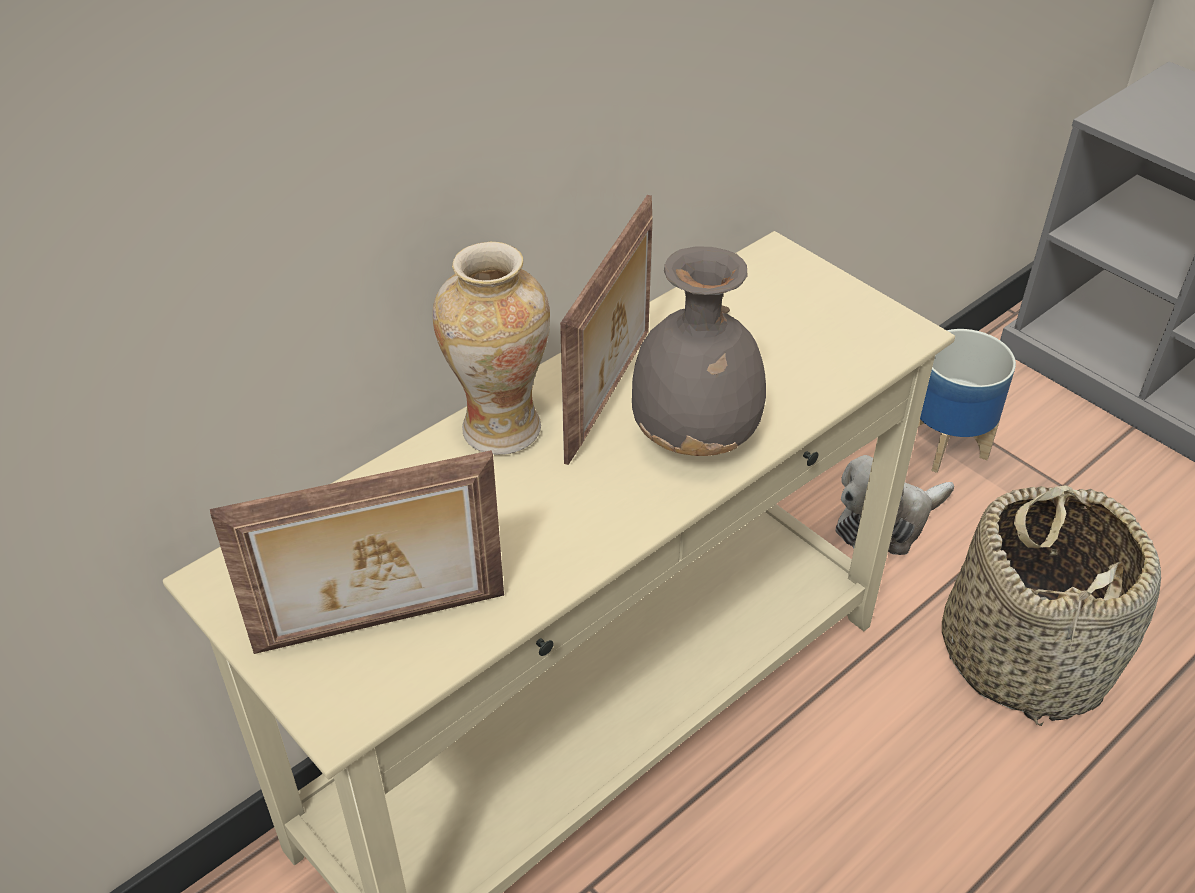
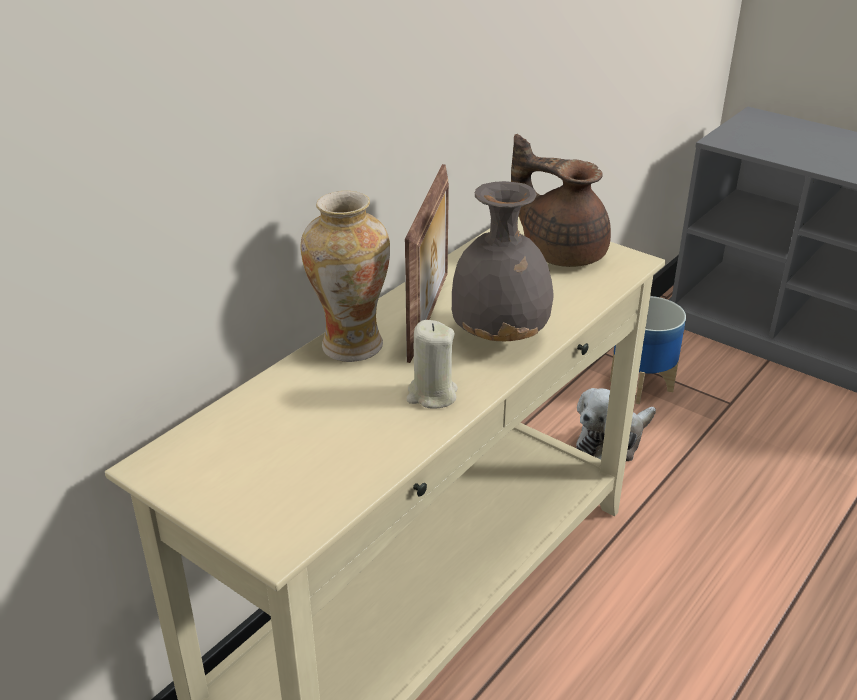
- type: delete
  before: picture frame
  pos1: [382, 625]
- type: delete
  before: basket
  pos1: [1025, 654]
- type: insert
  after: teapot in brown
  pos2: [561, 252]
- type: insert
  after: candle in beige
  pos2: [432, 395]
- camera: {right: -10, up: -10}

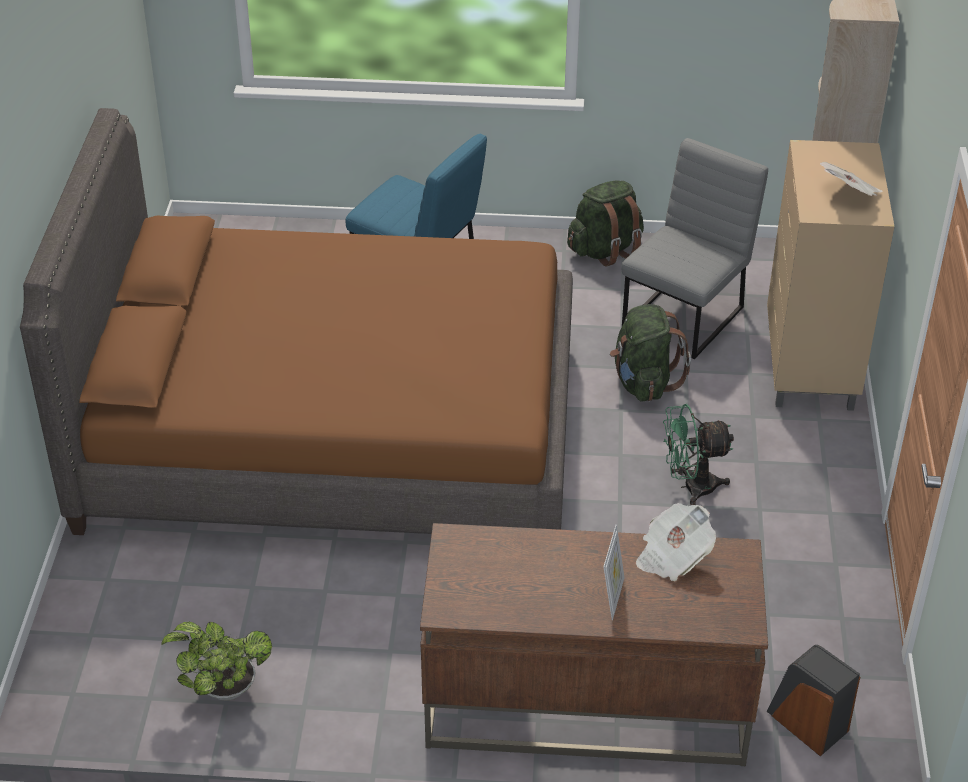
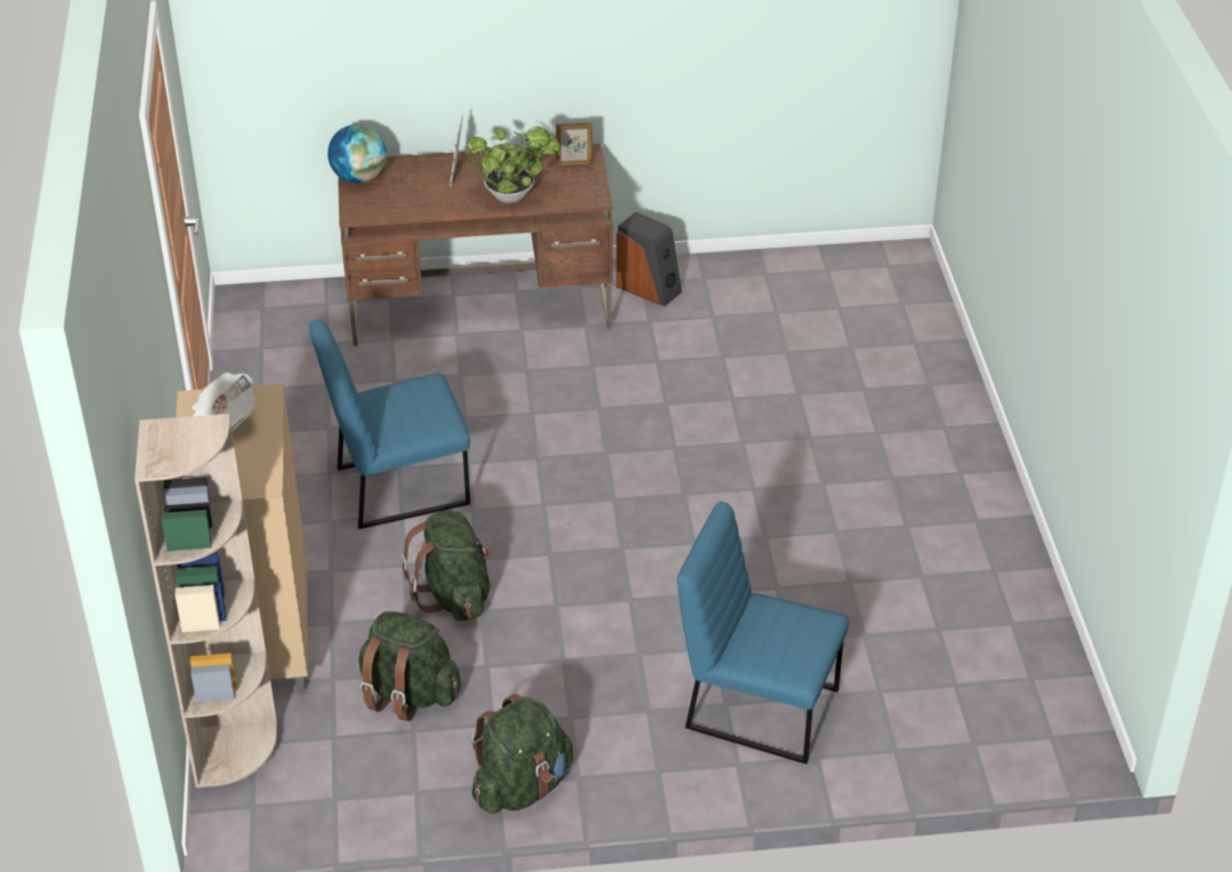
- type: delete
  before: bed in brown
  pos1: [331, 433]
- type: replace
  before: chair in grey
  after: backpack in green
  pos1: [685, 316]
  pos2: [409, 694]
- type: replace
  before: fan in green
  after: chair in blue
  pos1: [690, 487]
  pos2: [398, 486]
- type: delete
  before: newspaper
  pos1: [672, 556]
- type: move
  before: potted plant
  pos1: [223, 689]
  pos2: [514, 196]
- type: move
  before: speaker
  pos1: [807, 723]
  pos2: [649, 288]
- type: insert
  after: picture frame
  pos2: [574, 165]
- type: insert
  after: globe
  pos2: [359, 178]
- camera: {right: 170, up: 0}

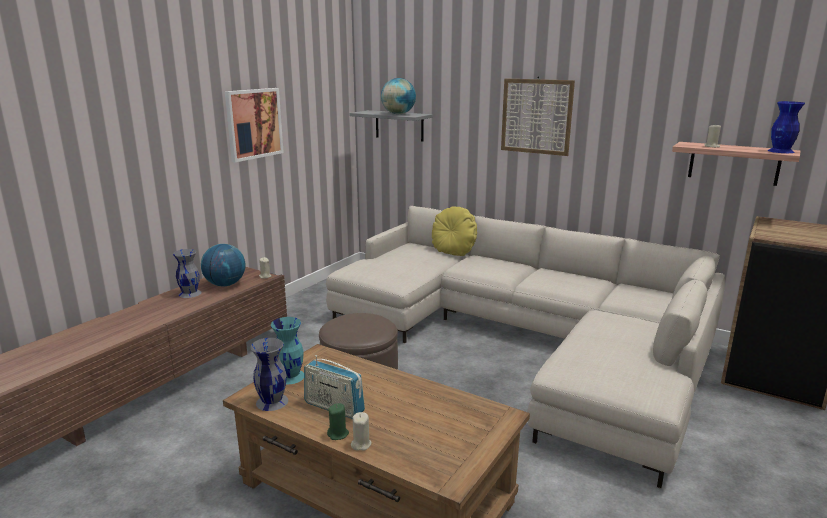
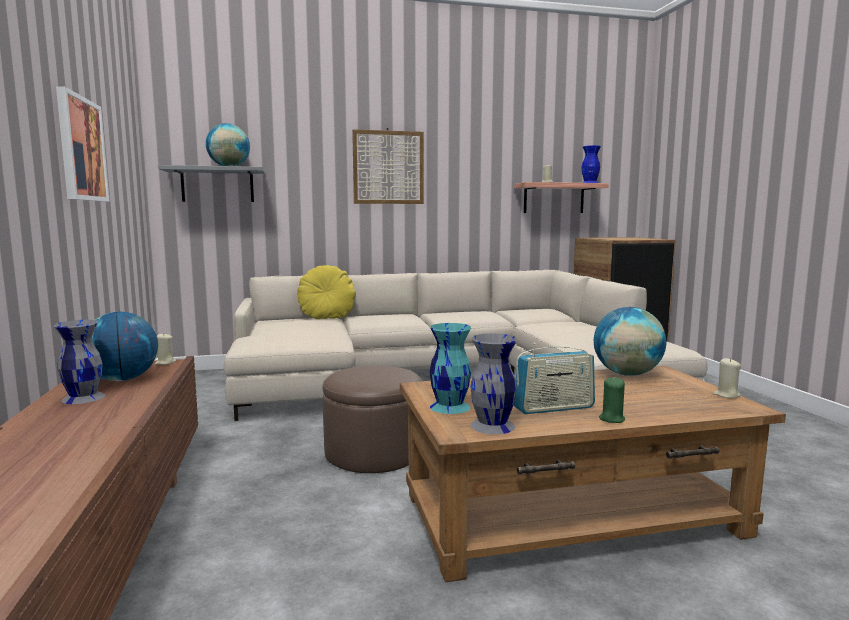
- type: move
  before: candle in beige
  pos1: [361, 444]
  pos2: [726, 395]
- type: insert
  after: globe
  pos2: [627, 374]
- camera: {right: -45, up: -10}

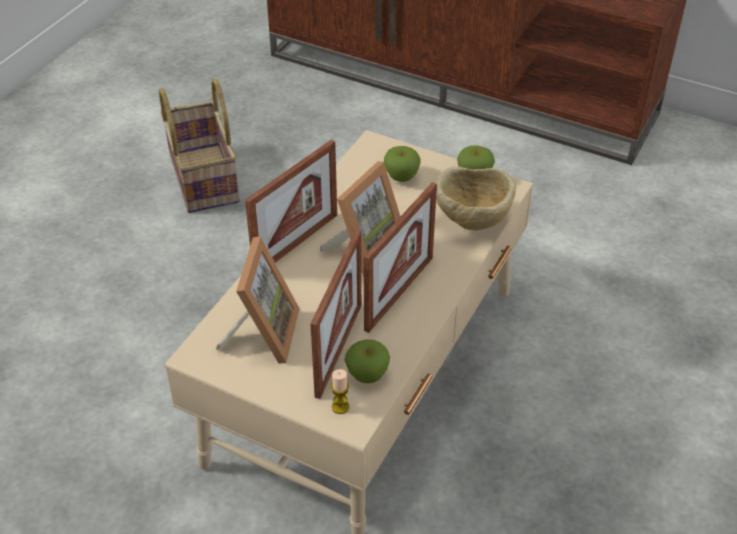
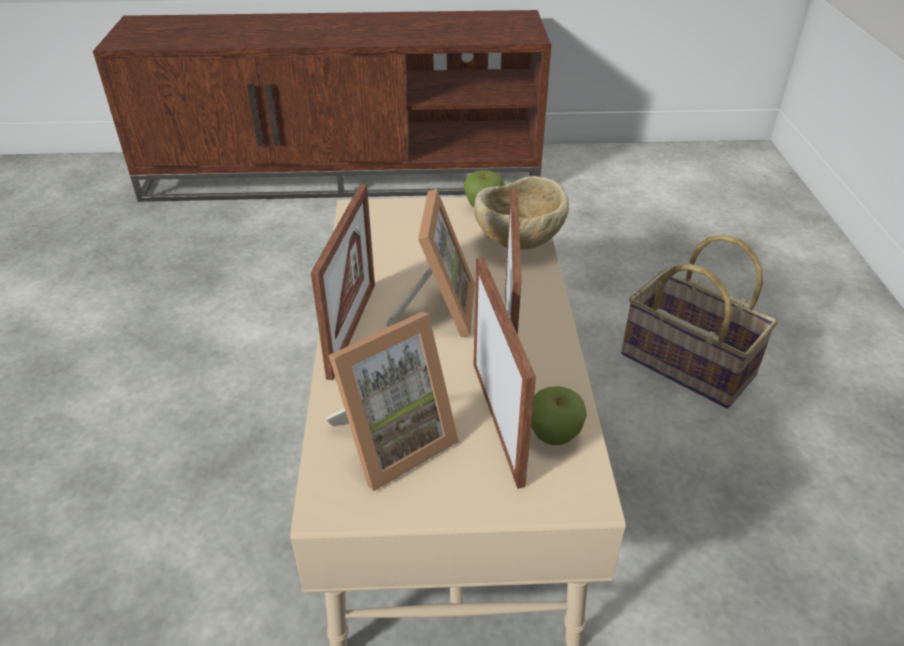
- type: move
  before: basket
  pos1: [202, 178]
  pos2: [685, 365]
- type: delete
  before: apple
  pos1: [401, 177]
- type: rotate
  before: picture frame
  pos1: [262, 334]
  pos2: [392, 441]
  turn: 75
- type: delete
  before: candle
  pos1: [340, 407]
- camera: {right: -30, up: -5}

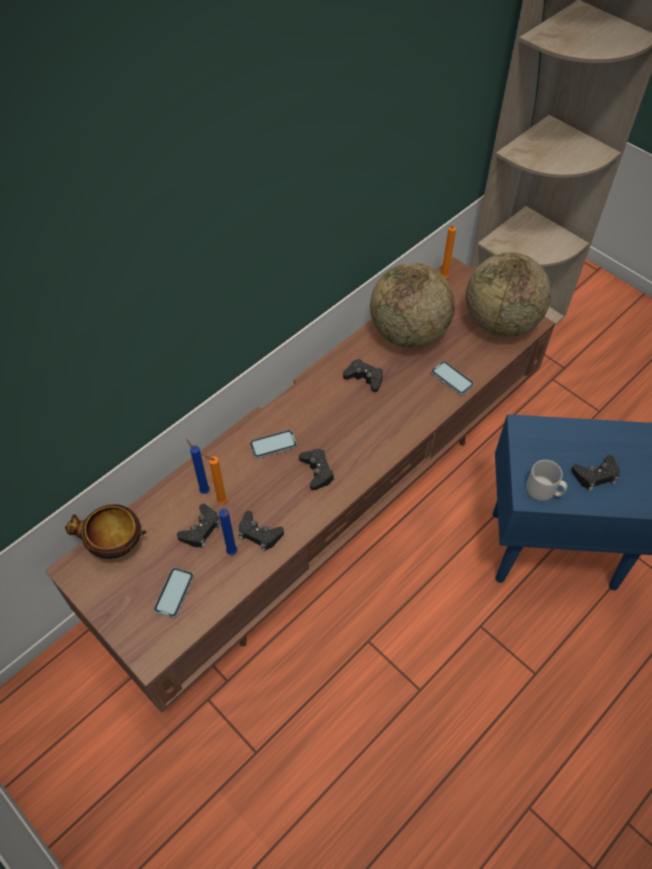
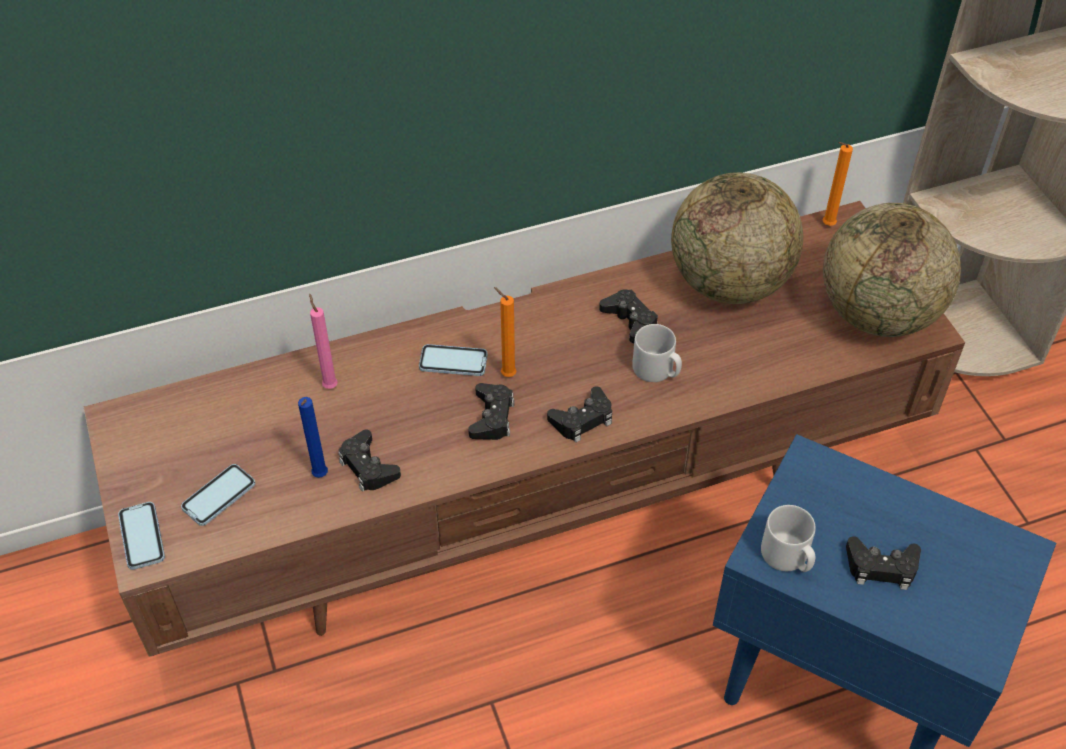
- type: move
  before: phone
  pos1: [452, 379]
  pos2: [142, 537]
- type: recolor
  before: candle in blue
  after: candle in pink
  pos1: [203, 490]
  pos2: [329, 385]
- type: move
  before: candle in orange
  pos1: [220, 501]
  pos2: [506, 374]
- type: delete
  before: bowl
  pos1: [115, 546]
- type: move
  before: game controller in black
  pos1: [201, 529]
  pos2: [582, 419]
- type: insert
  after: mug in grey
  pos2: [657, 370]
- camera: {right: 25, up: -5}

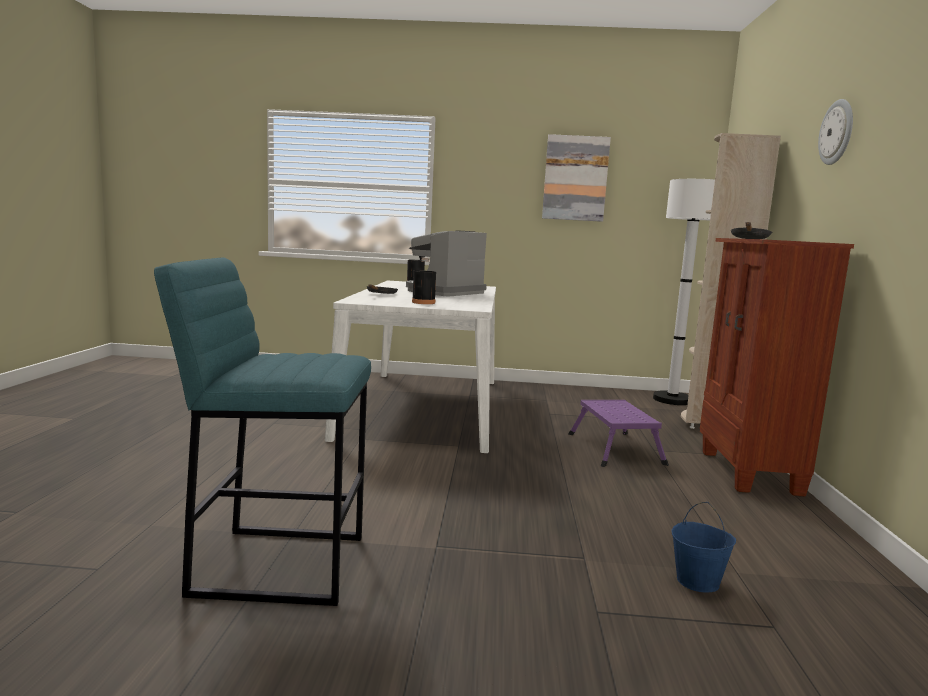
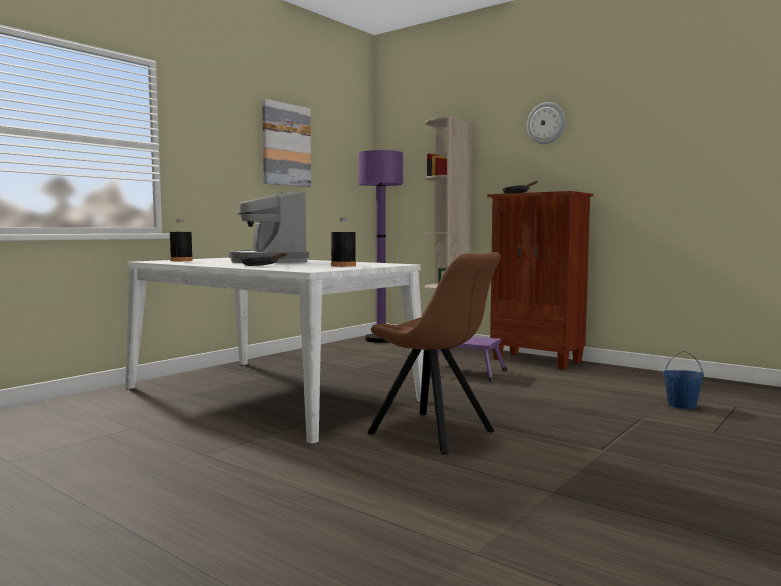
- type: recolor
  before: floor lamp in white
  after: floor lamp in purple
  pos1: [672, 400]
  pos2: [381, 339]
- type: delete
  before: stool in turquoise
  pos1: [275, 564]
- type: insert
  after: chair in brown
  pos2: [432, 432]
- camera: {right: -55, up: -5}

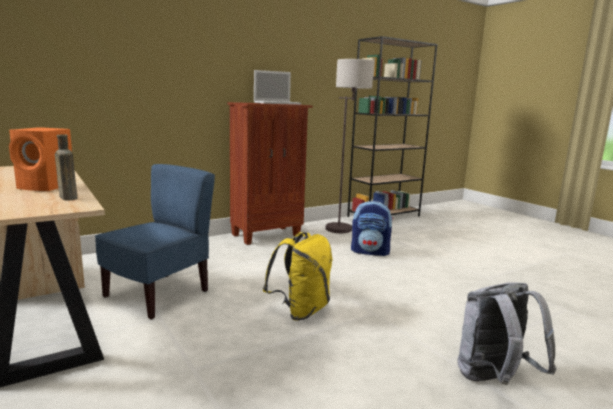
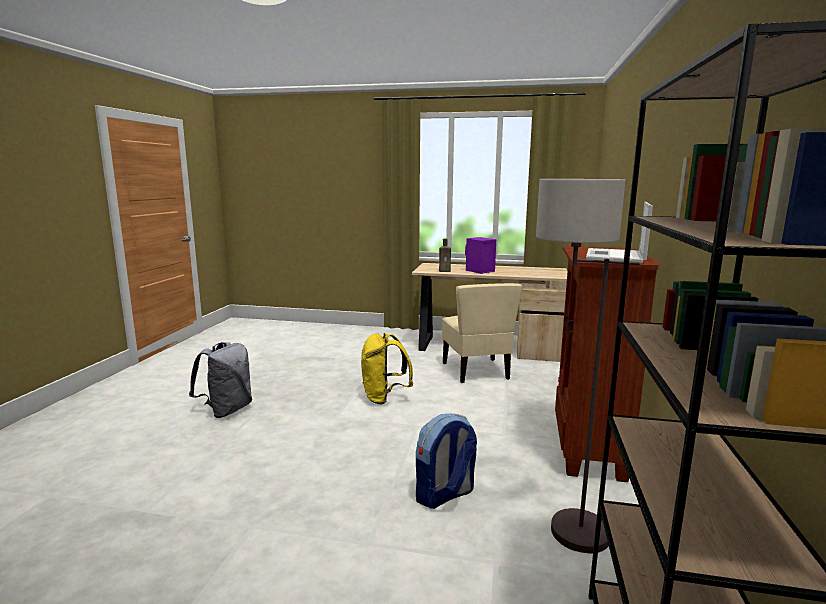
- type: recolor
  before: speaker in orange
  after: speaker in purple
  pos1: [47, 187]
  pos2: [479, 271]
- type: recolor
  before: chair in blue
  after: chair in beige
  pos1: [158, 294]
  pos2: [476, 371]
- camera: {right: 135, up: 0}

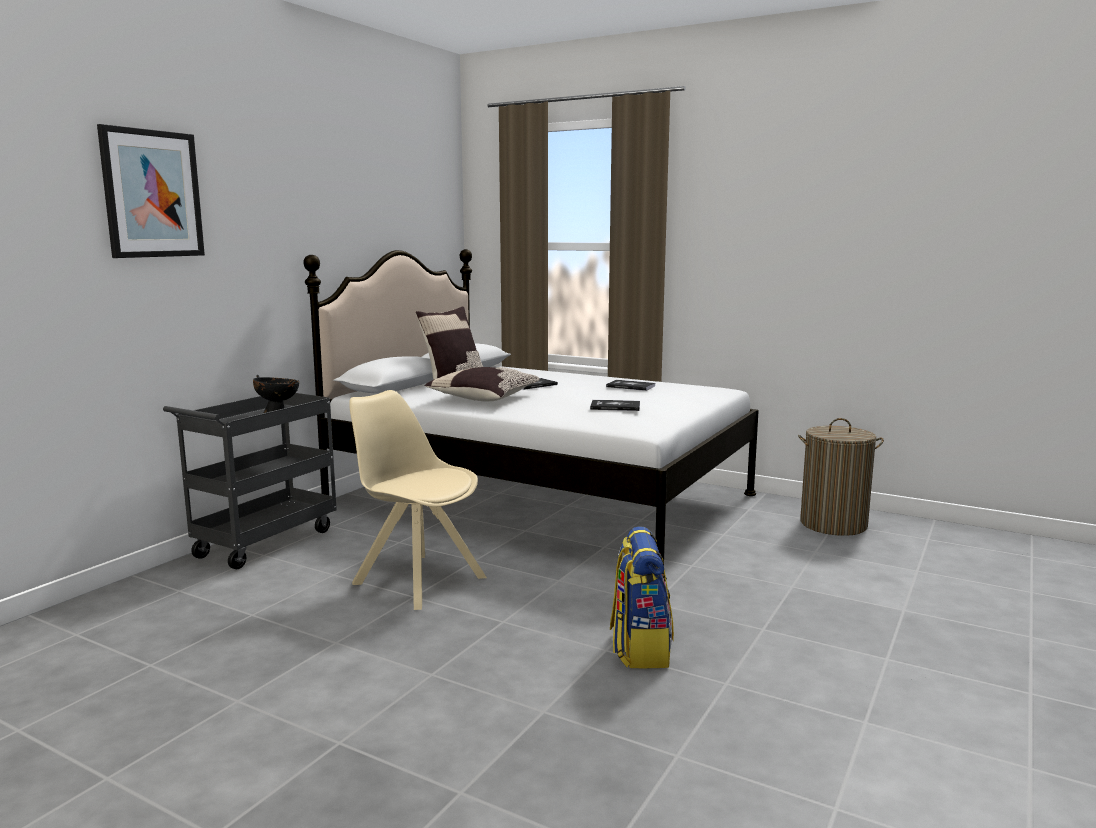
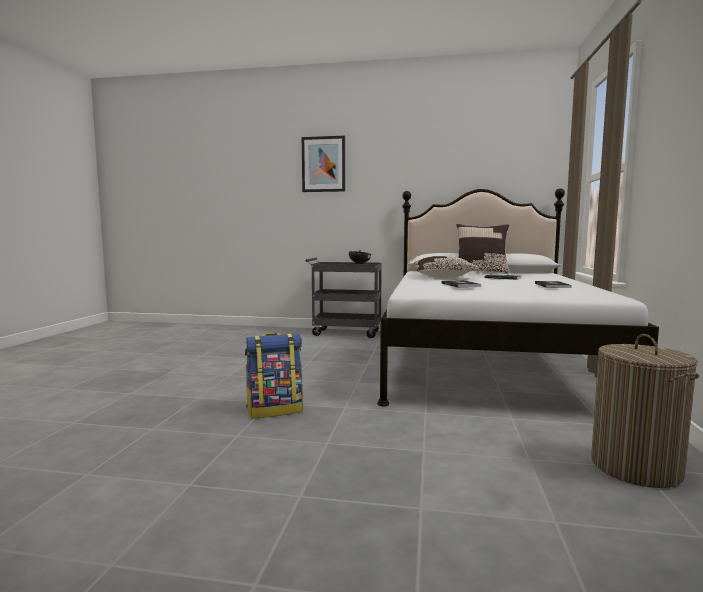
- type: delete
  before: chair in beige
  pos1: [417, 579]
- camera: {right: 70, up: -5}

